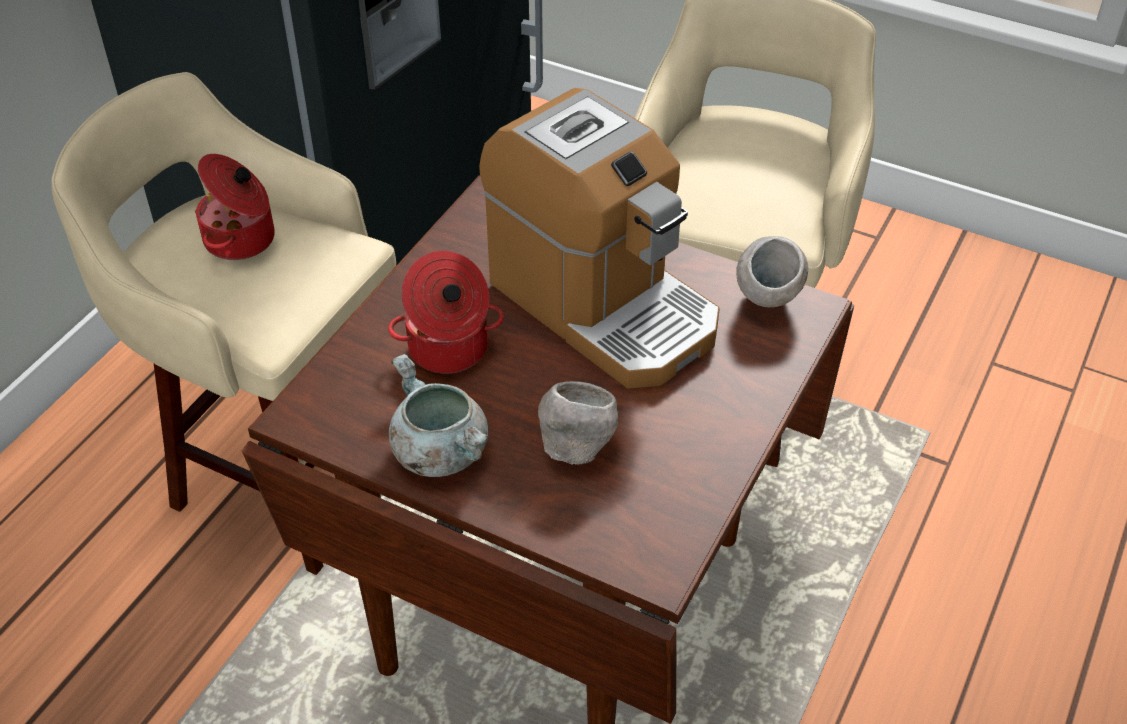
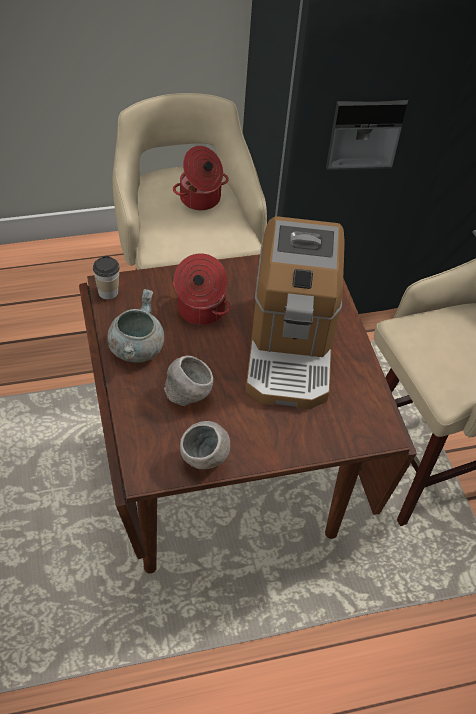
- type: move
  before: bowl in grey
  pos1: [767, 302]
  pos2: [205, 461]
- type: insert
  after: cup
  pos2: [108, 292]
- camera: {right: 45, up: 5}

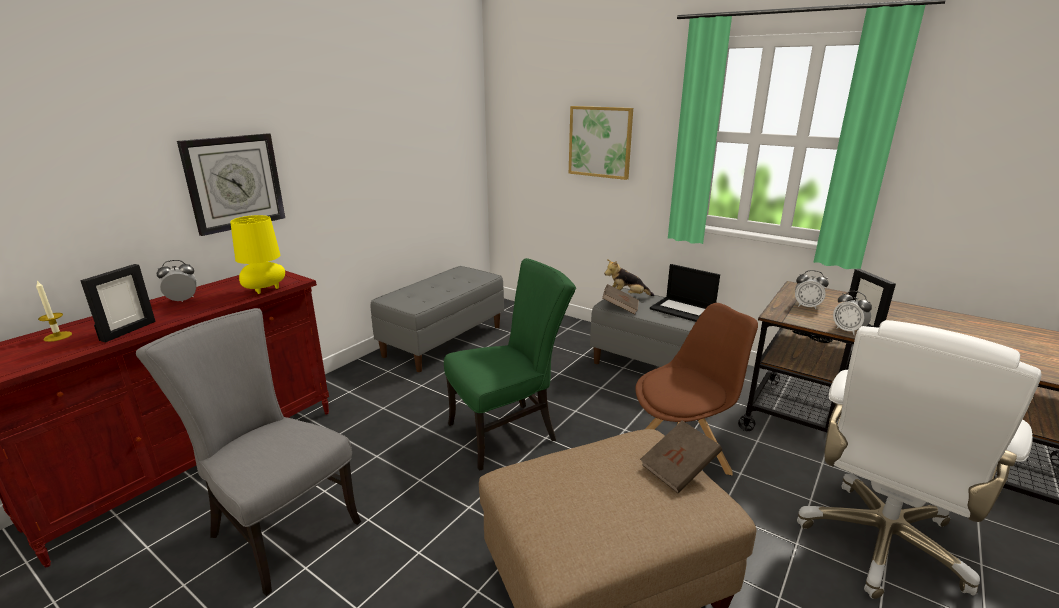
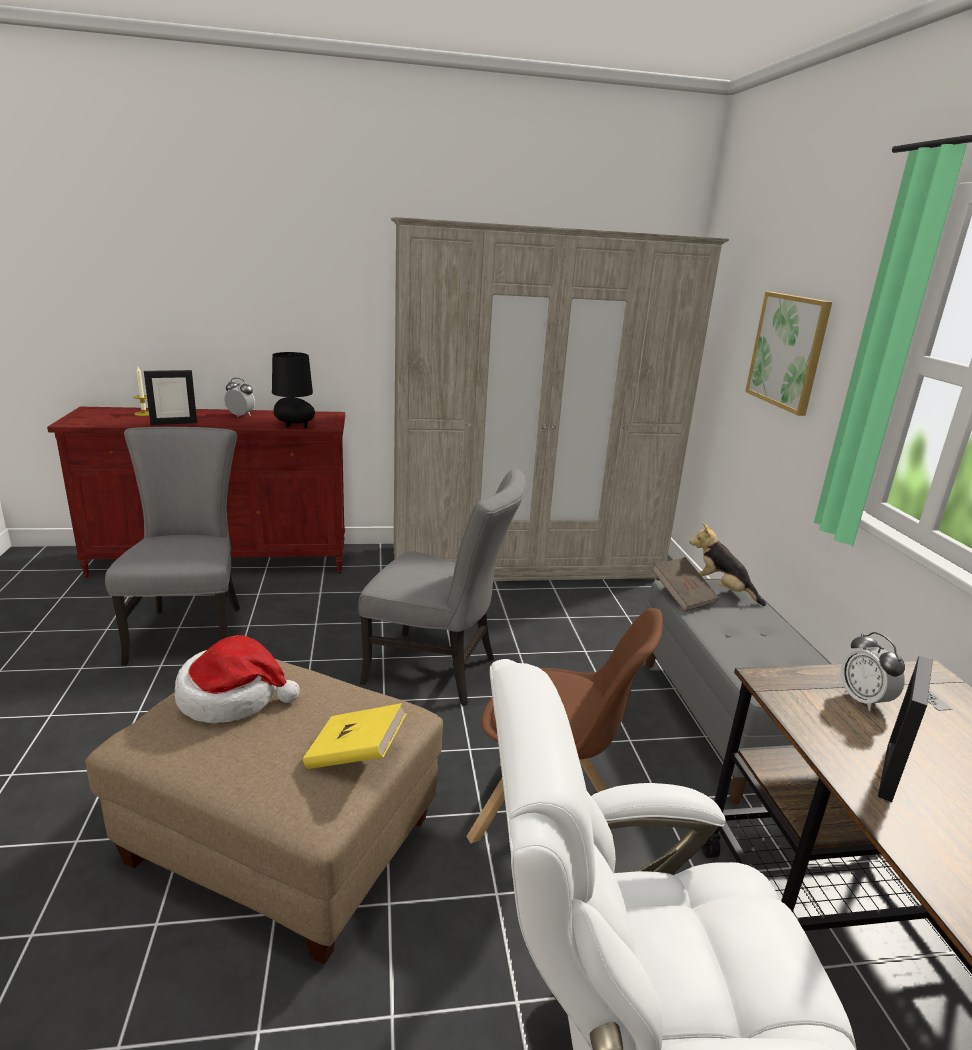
- type: delete
  before: wall clock
  pos1: [234, 182]
- type: recolor
  before: table lamp in yellow
  after: table lamp in black
  pos1: [265, 291]
  pos2: [294, 427]
- type: recolor
  before: chair in green
  after: chair in grey
  pos1: [509, 431]
  pos2: [439, 670]
- type: delete
  before: laptop
  pos1: [683, 310]
- type: replace
  before: bench in grey
  after: wardrobe in beige
  pos1: [443, 340]
  pos2: [527, 562]
- type: delete
  before: alarm clock
  pos1: [848, 330]
- type: recolor
  before: book in brown
  after: book in yellow
  pos1: [679, 469]
  pos2: [355, 755]
- type: insert
  after: hat
  pos2: [232, 697]
- camera: {right: 45, up: 0}

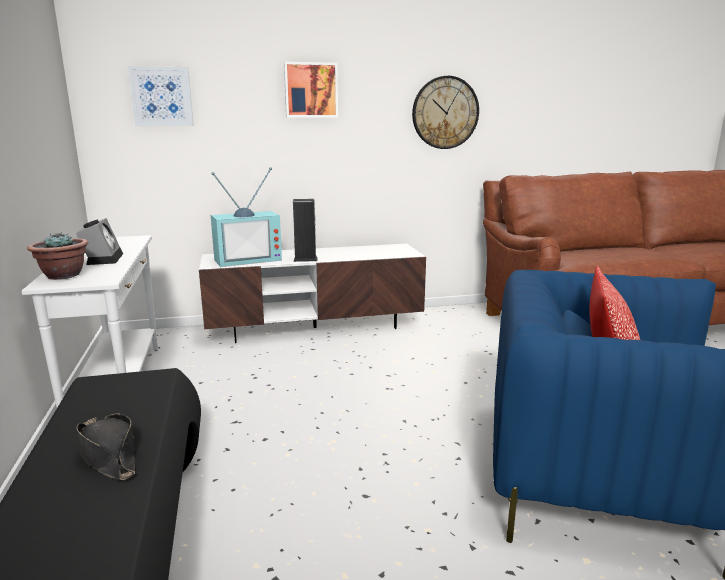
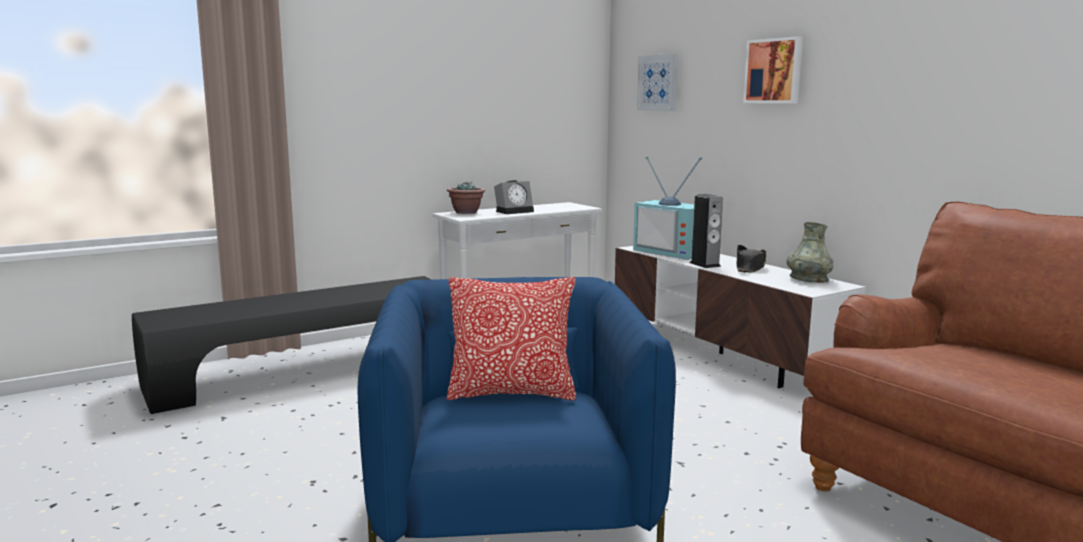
- type: delete
  before: wall clock
  pos1: [445, 113]
- type: move
  before: hat in black
  pos1: [108, 455]
  pos2: [750, 268]
- type: insert
  after: vase in grey
  pos2: [808, 279]
- camera: {right: 70, up: -5}

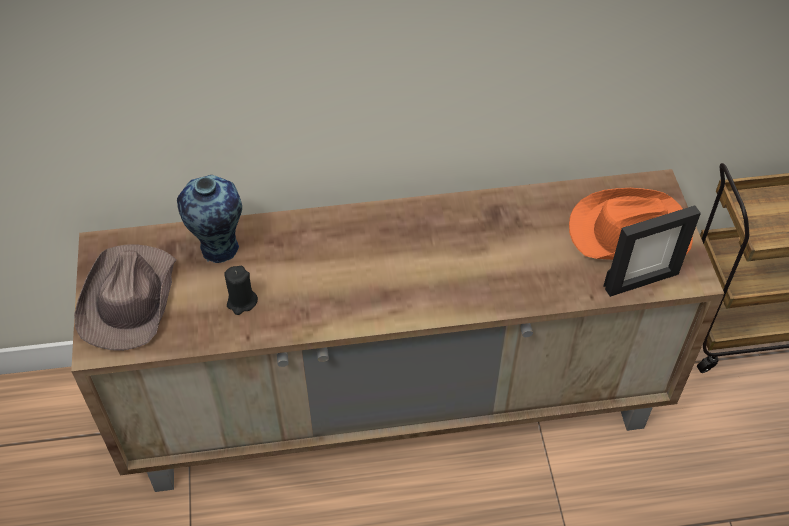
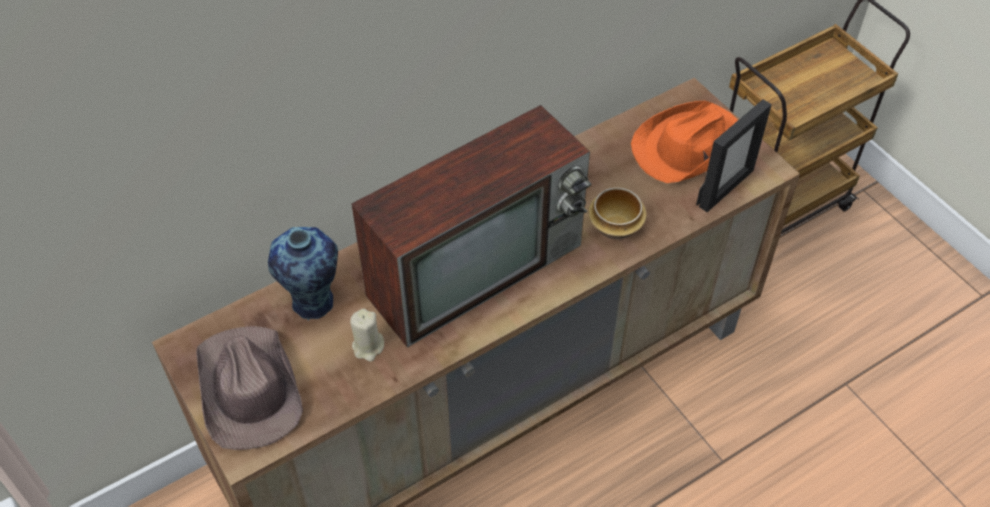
- type: recolor
  before: candle in black
  after: candle in beige
  pos1: [241, 302]
  pos2: [368, 347]
- type: insert
  after: television
  pos2: [478, 267]
- type: insert
  after: bowl
  pos2: [616, 226]
- camera: {right: -25, up: 0}

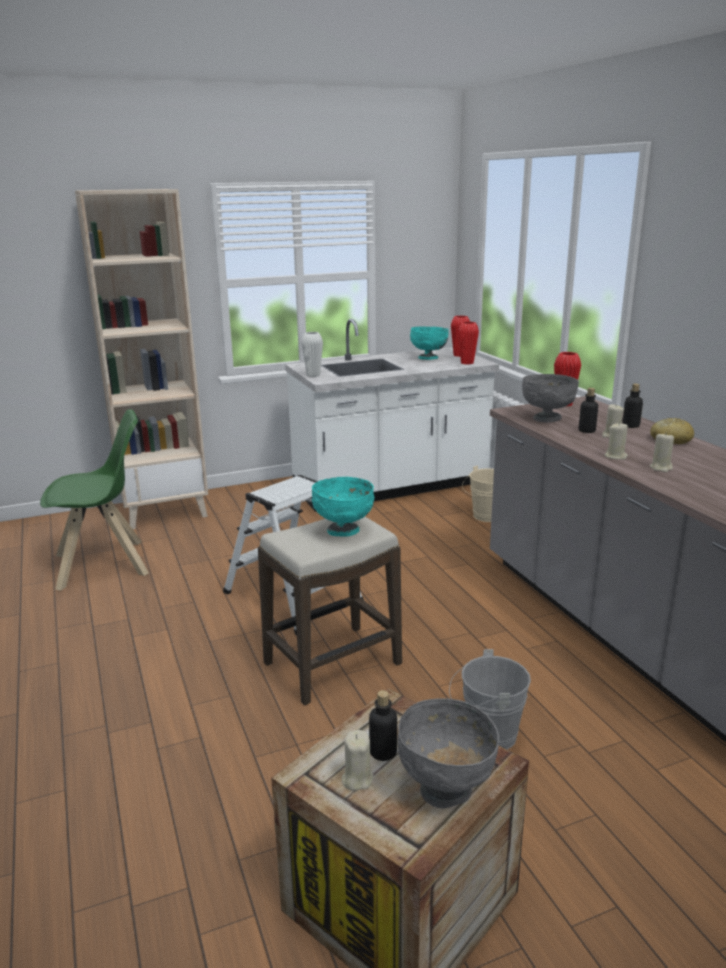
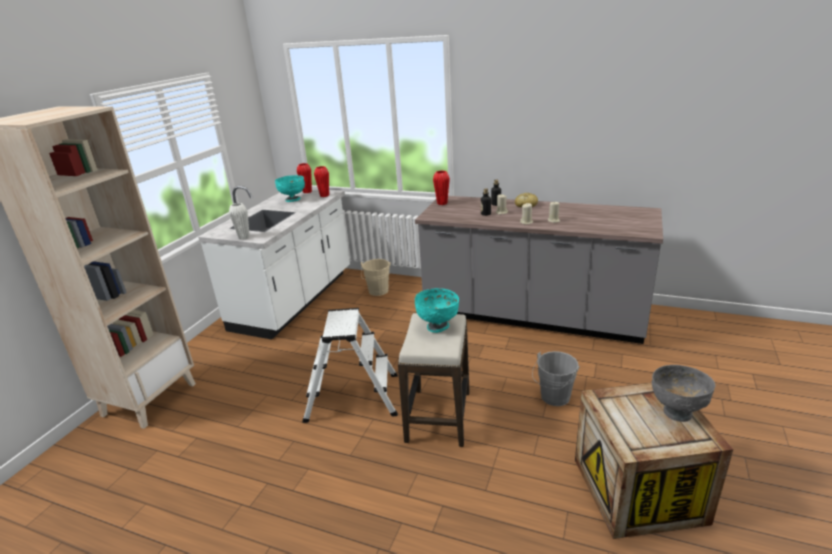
- type: delete
  before: bowl in grey
  pos1: [547, 419]
- type: delete
  before: chair in green
  pos1: [105, 564]
- type: delete
  before: bottle
  pos1: [383, 752]
- type: delete
  before: candle in beige
  pos1: [357, 779]
- camera: {right: -45, up: 5}

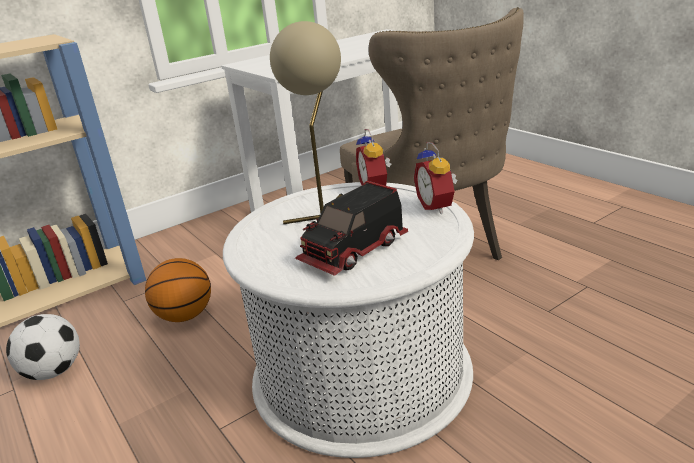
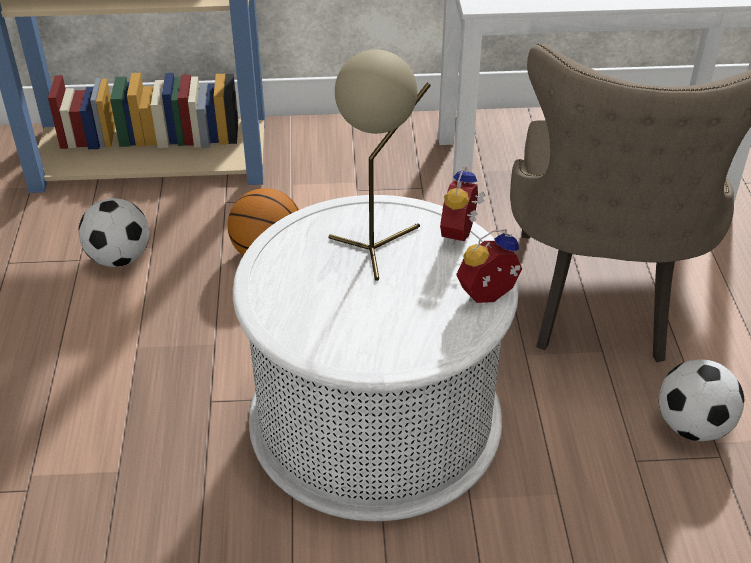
- type: rotate
  before: alarm clock
  pos1: [437, 206]
  pos2: [489, 297]
  turn: 45
- type: delete
  before: toy truck
  pos1: [355, 251]
- type: insert
  after: football
  pos2: [693, 426]
- camera: {right: 30, up: 15}

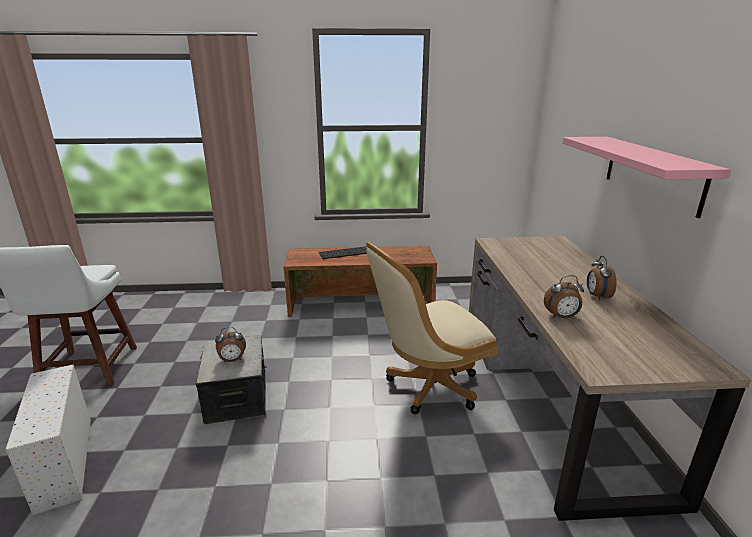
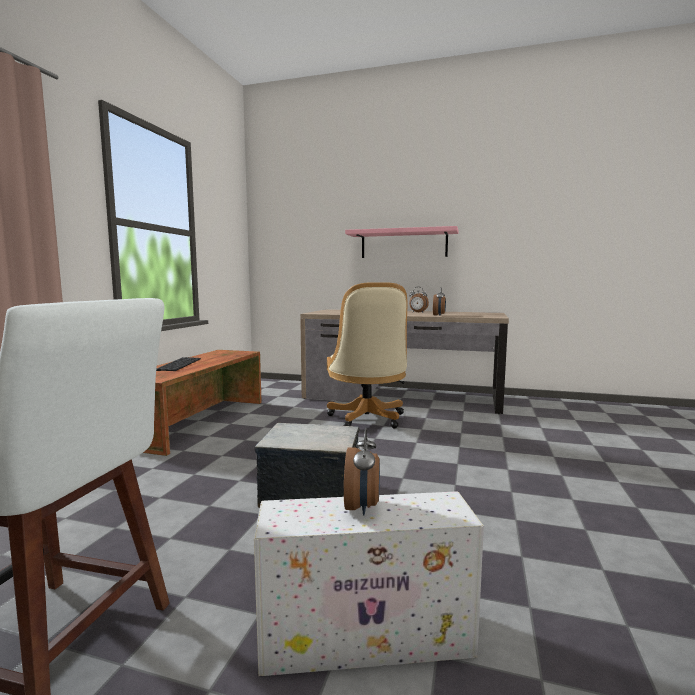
- type: move
  before: alarm clock
  pos1: [232, 360]
  pos2: [362, 507]
- camera: {right: -70, up: -15}

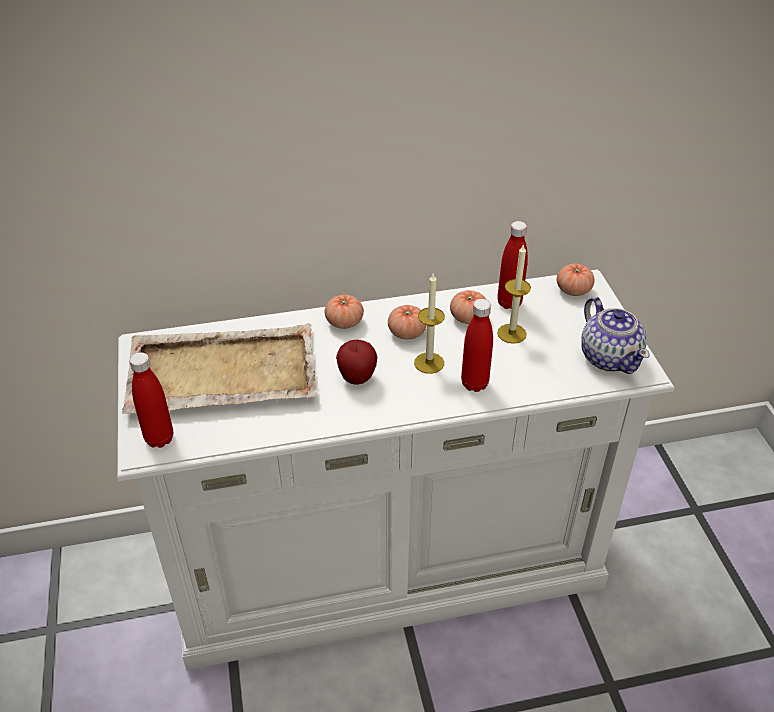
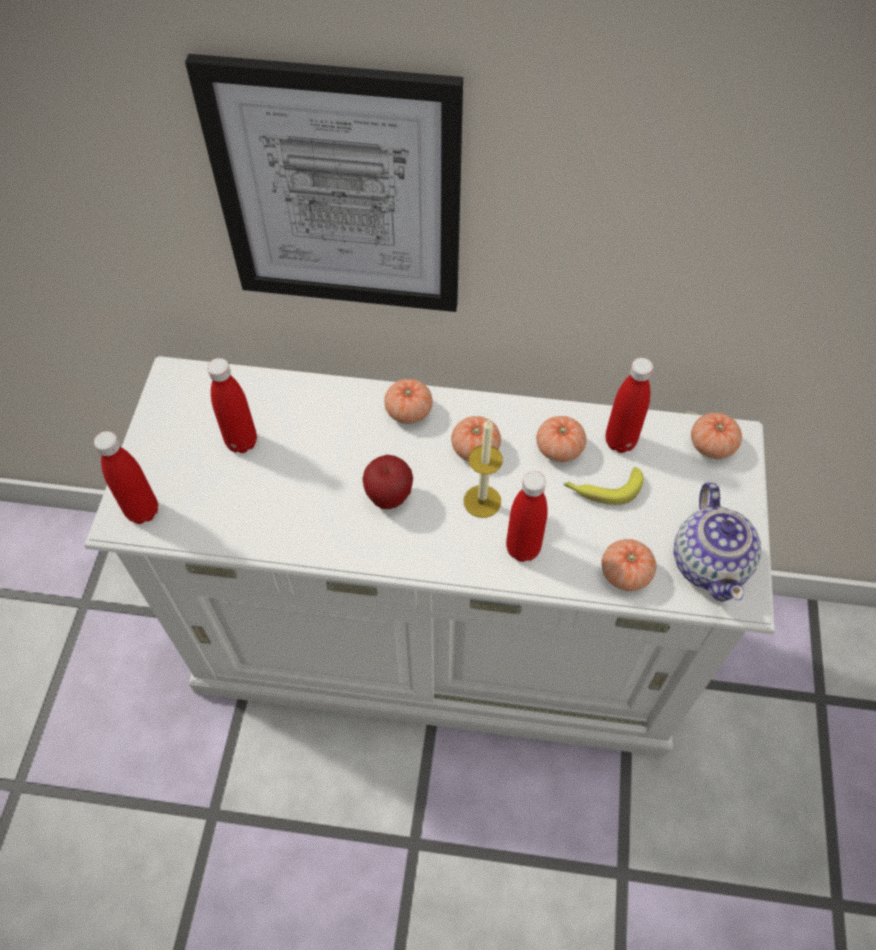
- type: replace
  before: candle
  after: banana
  pos1: [511, 333]
  pos2: [602, 488]
- type: replace
  before: tray in beige
  after: bottle in red
  pos1: [220, 373]
  pos2: [241, 442]
- type: insert
  after: picture
  pos2: [339, 193]
- type: insert
  after: tomato
  pos2: [625, 573]
- camera: {right: 20, up: 15}

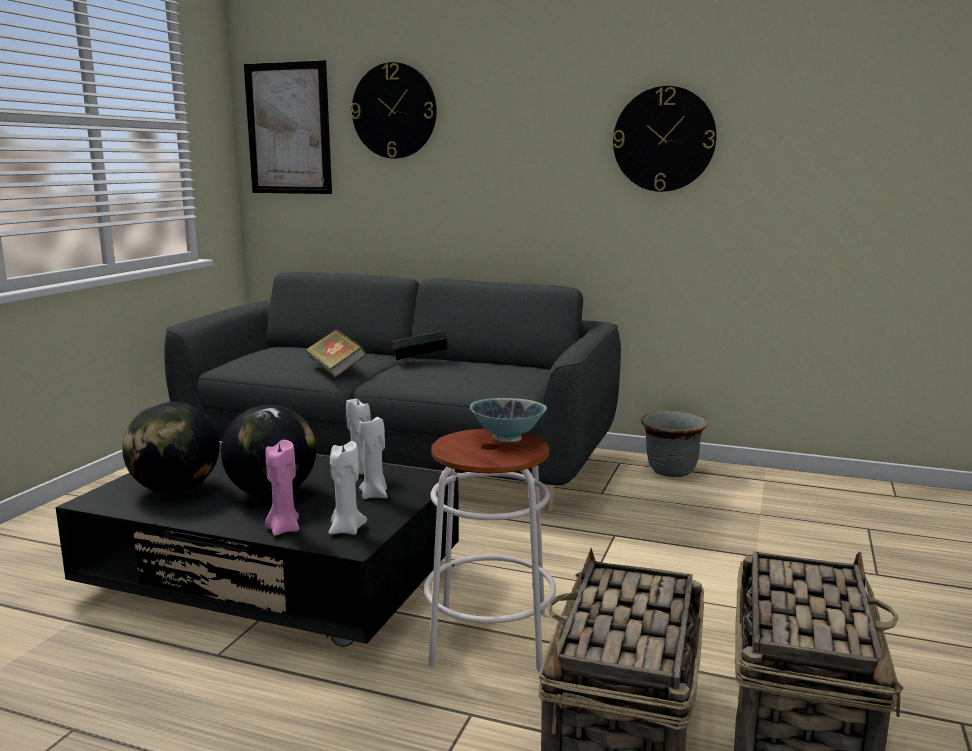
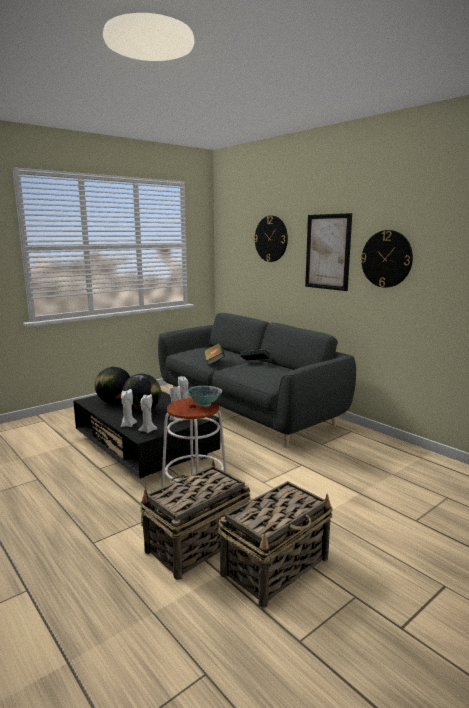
- type: move
  before: picture
  pos1: [288, 129]
  pos2: [327, 252]
- type: delete
  before: planter in grey
  pos1: [671, 471]
- type: recolor
  before: candle in pink
  after: candle in white
  pos1: [283, 529]
  pos2: [128, 425]
- camera: {right: 30, up: 0}

